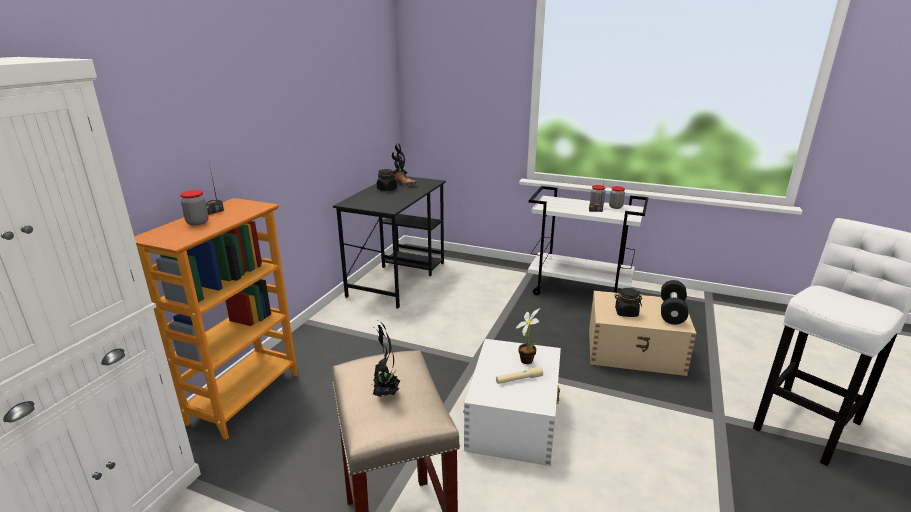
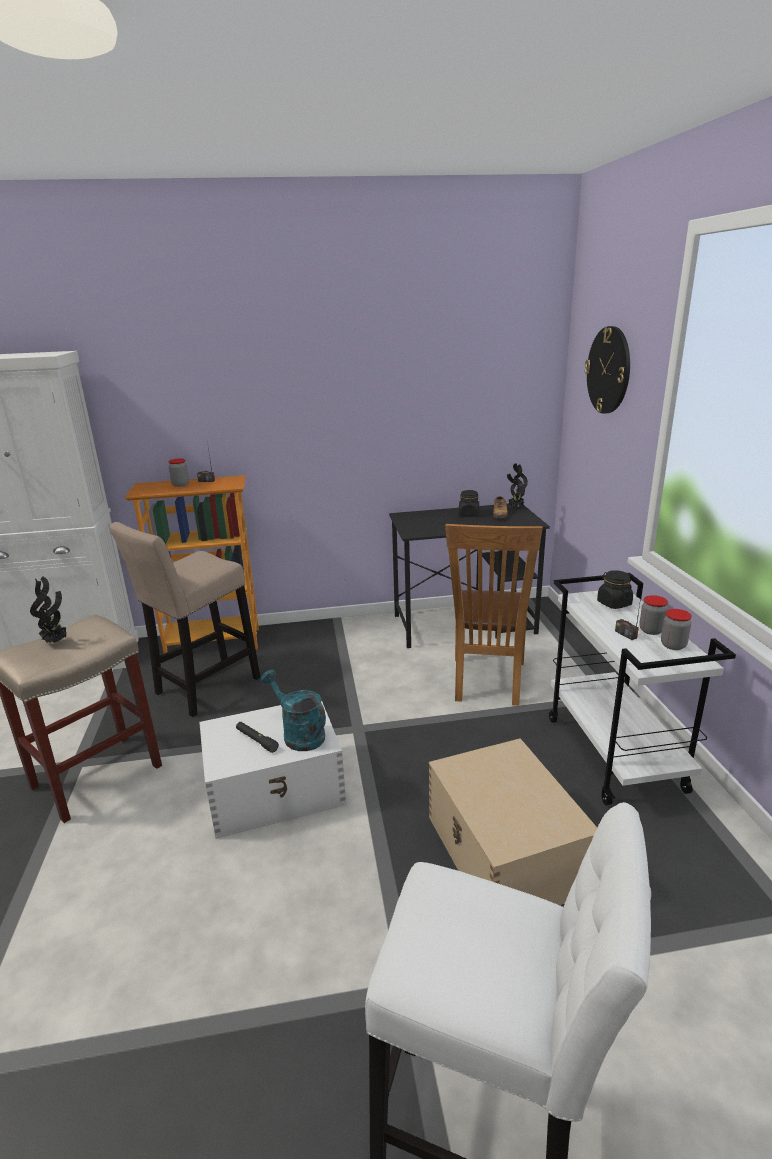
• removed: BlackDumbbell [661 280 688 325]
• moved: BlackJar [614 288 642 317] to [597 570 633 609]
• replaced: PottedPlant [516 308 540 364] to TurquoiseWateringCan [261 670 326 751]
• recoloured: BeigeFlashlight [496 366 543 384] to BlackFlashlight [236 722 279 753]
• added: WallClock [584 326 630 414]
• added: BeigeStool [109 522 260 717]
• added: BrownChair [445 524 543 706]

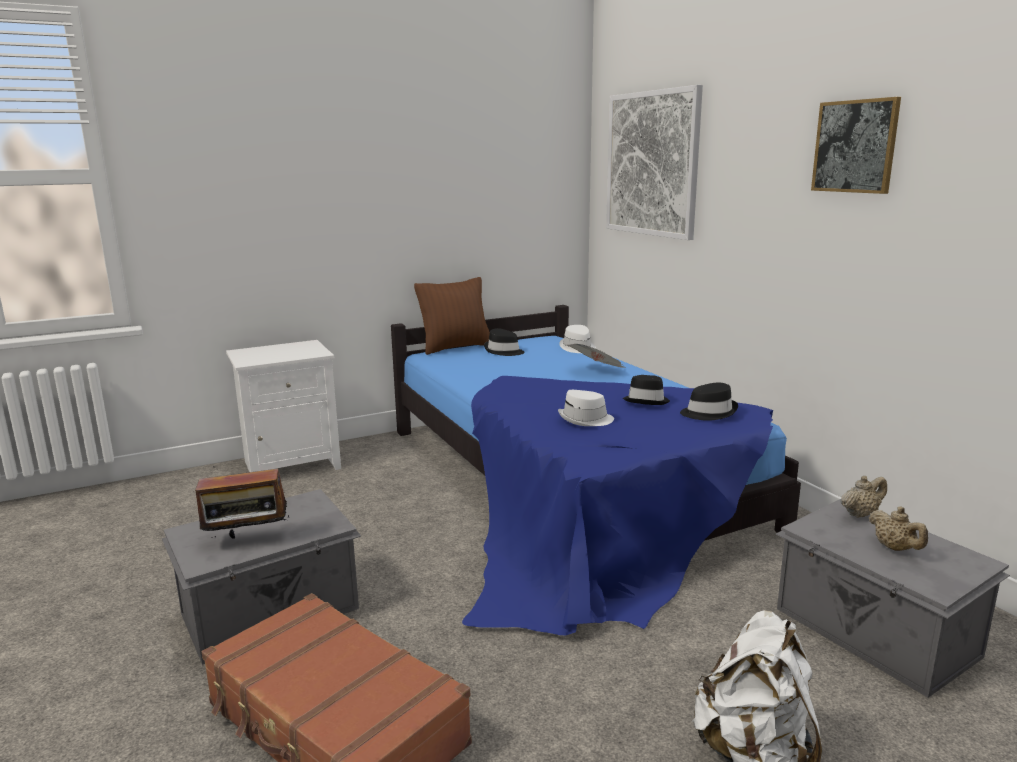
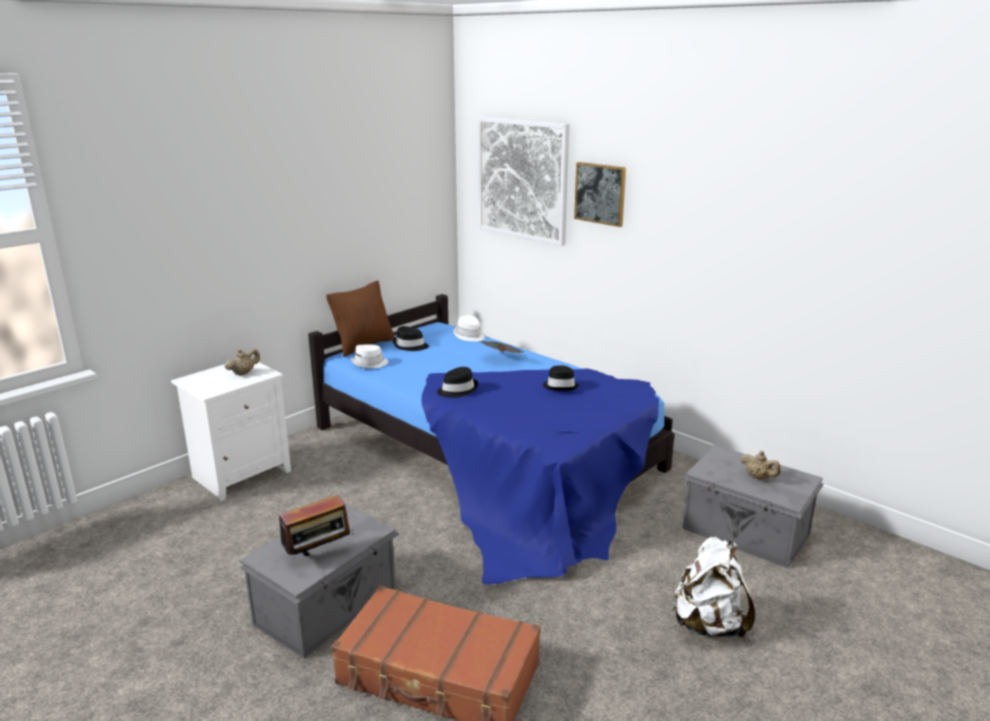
• moved: Picture [811 97 901 194] to [574 162 626 227]
• moved: BlackHat [680 382 738 421] to [437 367 478 398]
• moved: WhiteHat [558 390 614 426] to [351 345 388 369]
• moved: BeigeTeapot [840 476 887 518] to [225 349 260 376]

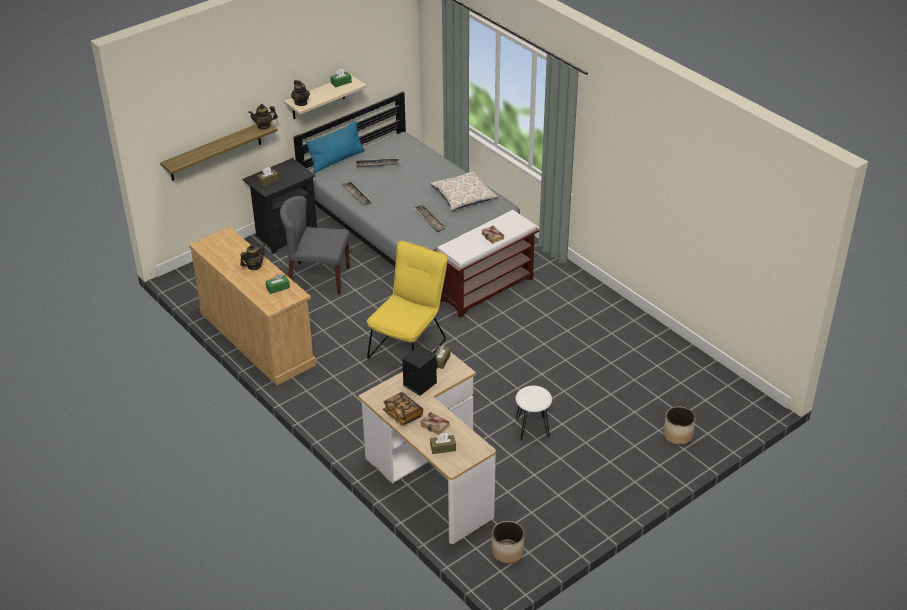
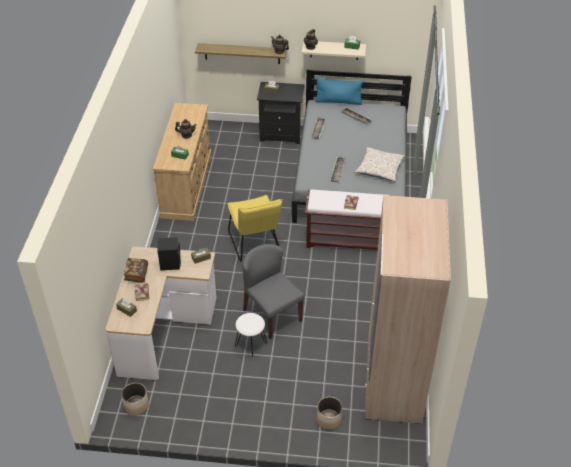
• moved: GreyChair [280 196 350 295] to [243 244 305 339]
• turned: YellowChair [367 241 448 359] = [228 195 283 262] 90 degrees clockwise
• added: BeigeWardrobe [365 195 451 424]

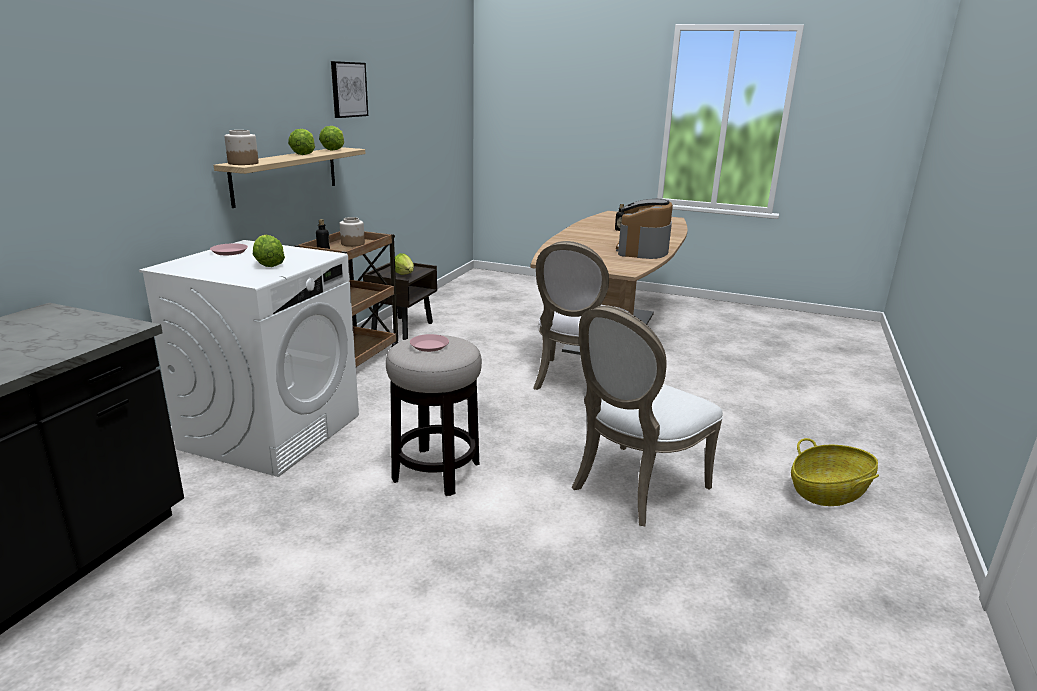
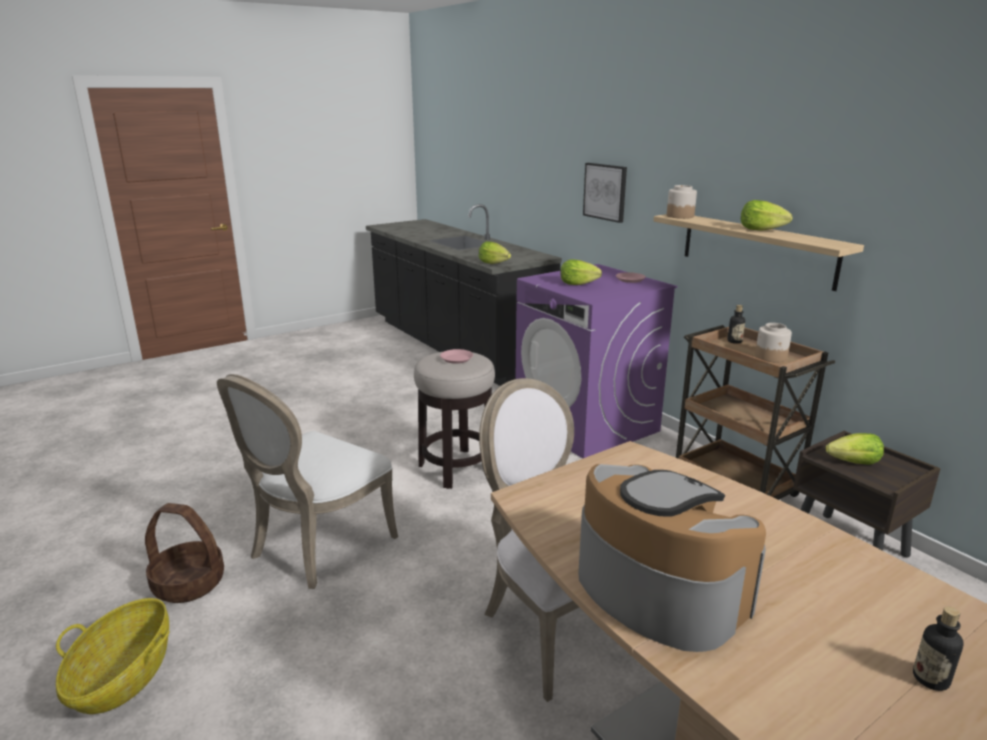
• moved: Picture [331 61 368 118] to [583 163 627 223]
• moved: Lettuce [319 126 344 151] to [479 242 511 264]
• recoloured: WhiteWashingMachine [139 240 359 477] to PurpleWashingMachine [515 264 677 458]
• turned: WhiteChair [572 306 723 526] = [217 374 398 589] 135 degrees counterclockwise
• added: Basket [145 503 224 603]

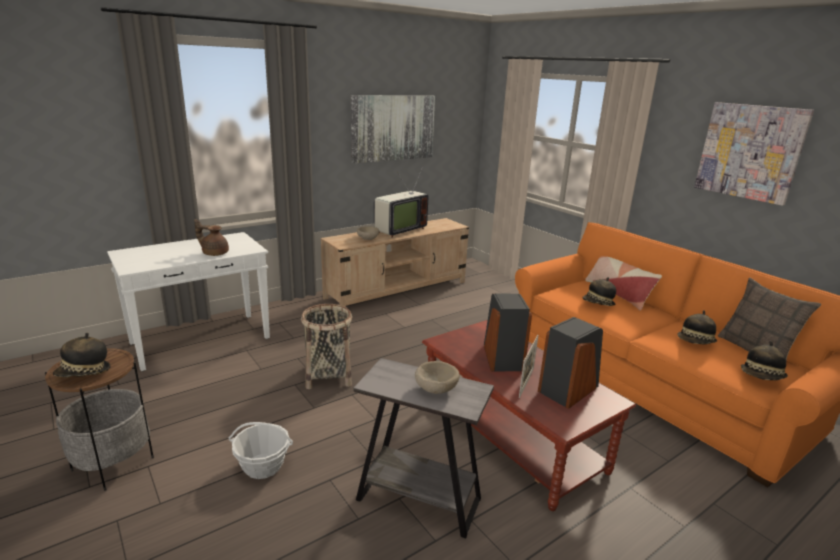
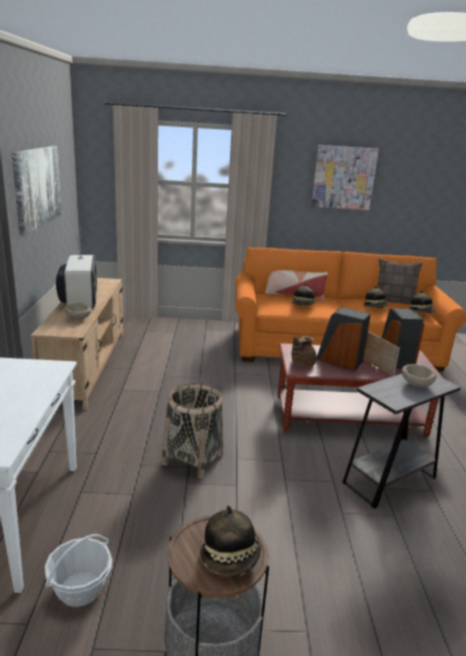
• moved: BrownTeapot [194 219 229 256] to [291 336 317 367]
• moved: Basket [229 422 293 479] to [45 534 112 607]

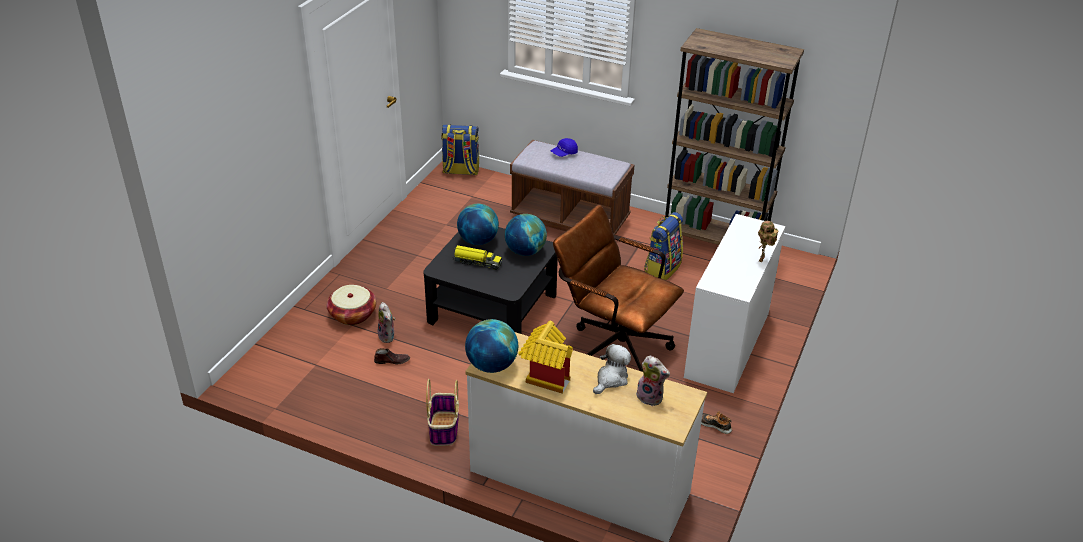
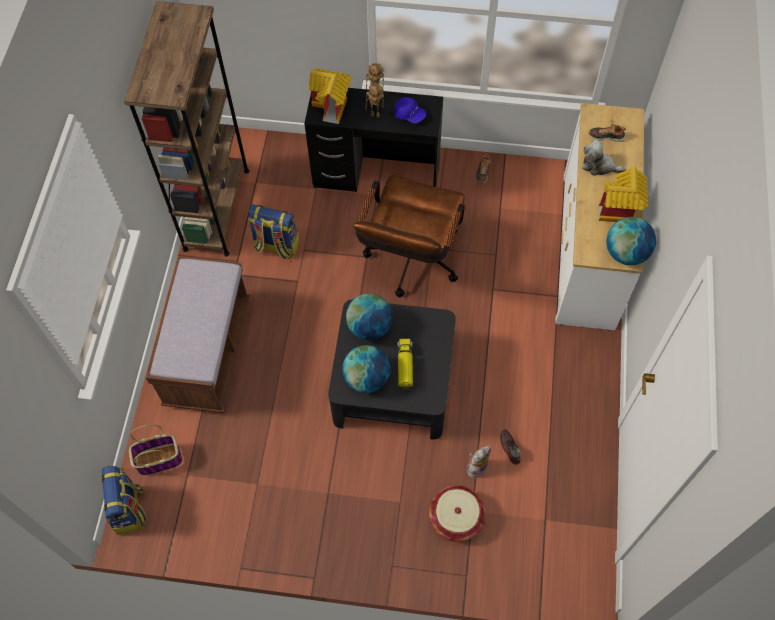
• moved: BlueCap [551 138 578 157] to [394 97 426 124]
• recoloured: WhiteDesk [684 214 785 393] to BlackDesk [304 88 443 192]
• replaced: PlushToy [636 356 670 406] to Shoe [589 124 626 142]
• moved: Basket [426 379 459 446] to [129 425 182 475]
• added: ToyHouse [309 68 352 124]
• added: ToyRobot [366 84 384 117]

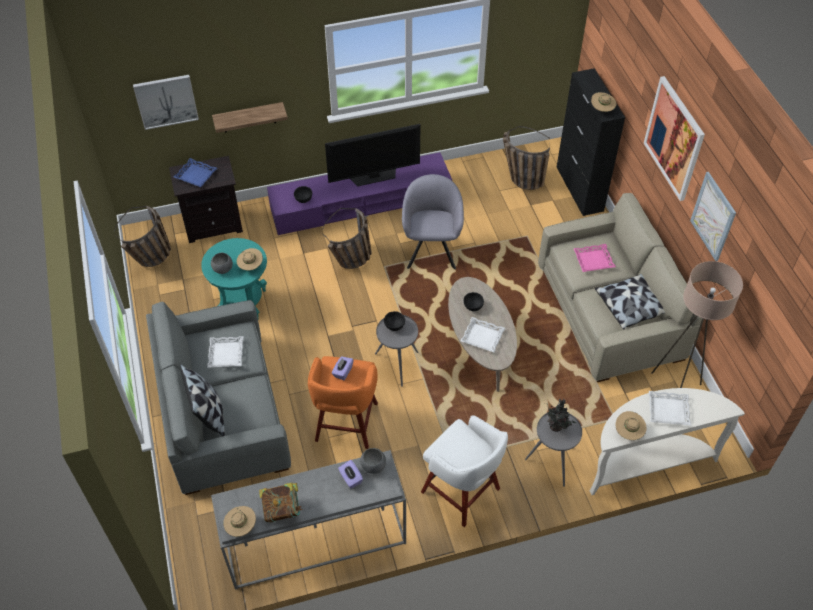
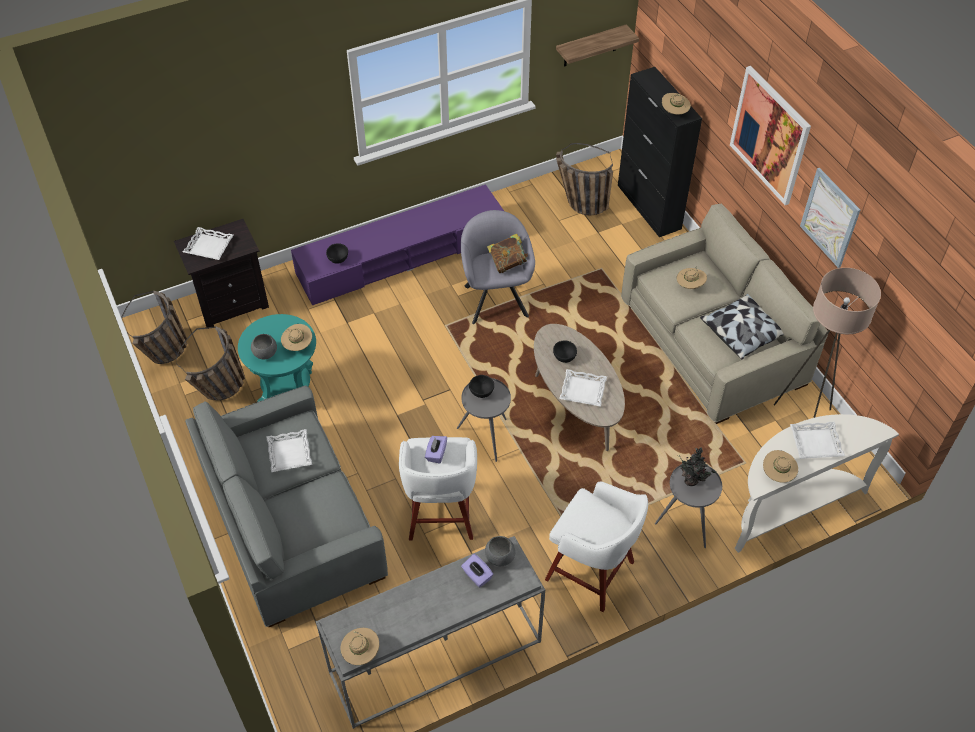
• removed: Picture [133 75 199 130]
• moved: Shelf [212 102 288 133] to [556 24 639 67]
• removed: Television [325 124 421 187]
• recoloured: BlueTray [174 158 217 187] to WhiteTray [183 227 233 260]
• moved: Basket [322 208 371 269] to [176 326 245 400]
• replaced: PinkTray [574 244 616 272] to BeigeHat [677 267 707 289]
• recoloured: OrangeStool [308 356 378 449] to WhiteStool [399 437 477 541]
• removed: Pillow [180 364 224 436]
• moved: Book [259 482 302 523] to [487 234 528 273]

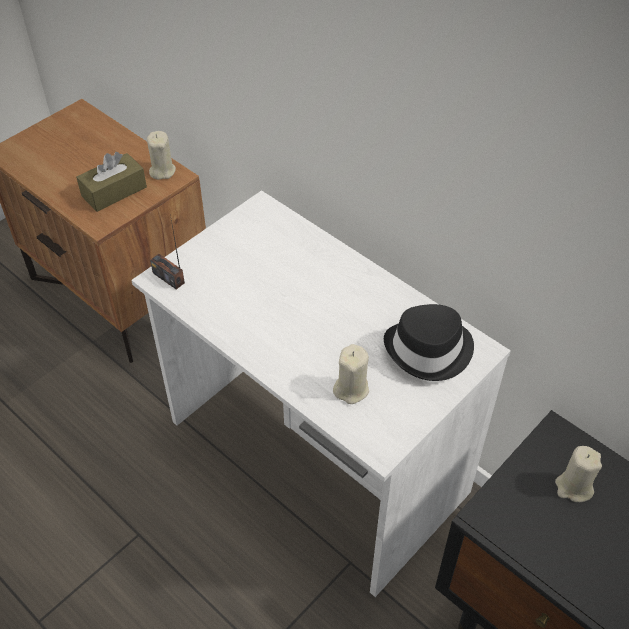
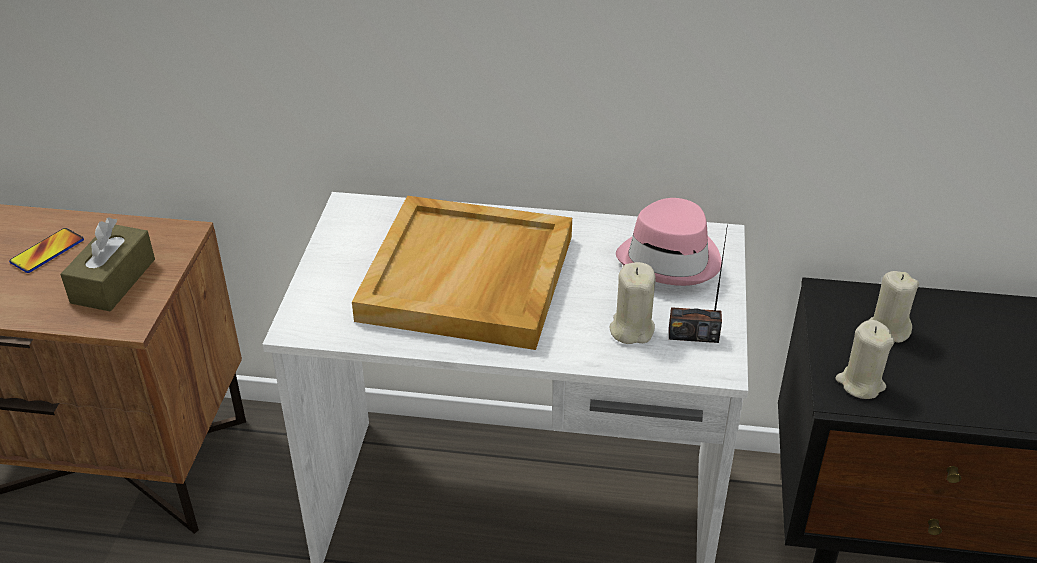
• moved: BeigeCandle [147 131 176 180] to [835 320 895 399]
• moved: Radio [150 214 185 289] to [669 224 728 343]
• recoloured: BlackHat [384 304 474 381] to PinkHat [616 198 722 286]
• added: BeigeTray [352 196 572 350]
• added: Phone [9 228 84 273]

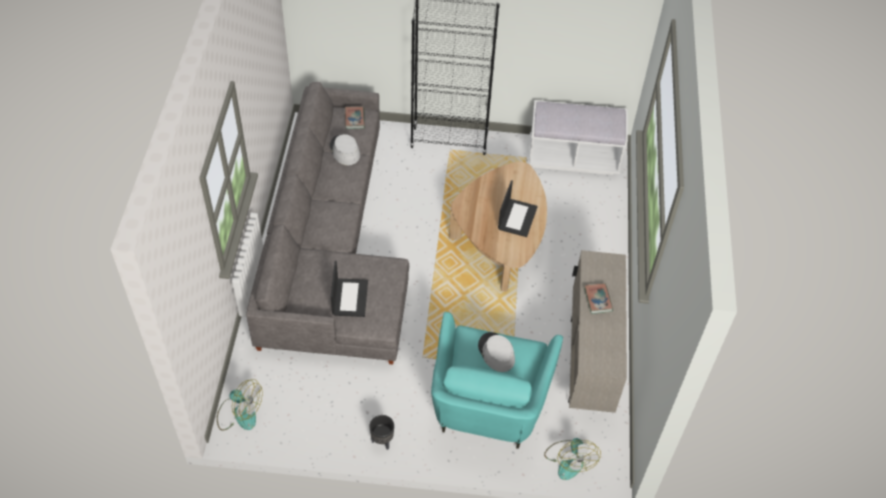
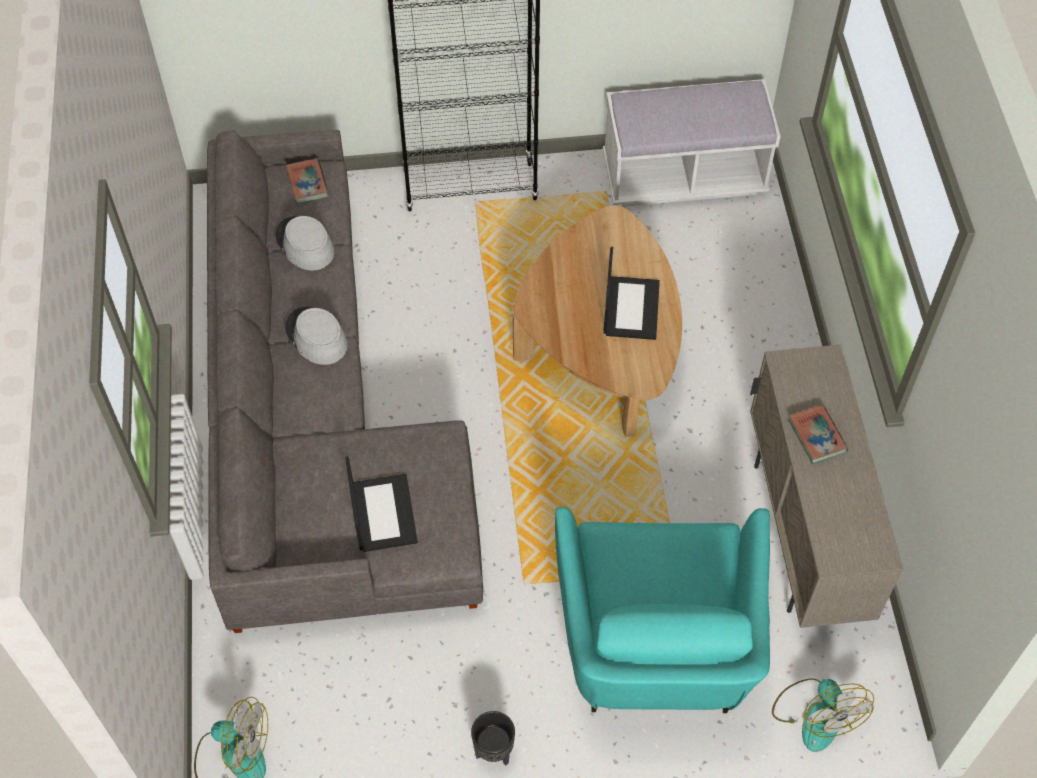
• moved: GreyHat [478 332 515 372] to [285 307 348 365]

